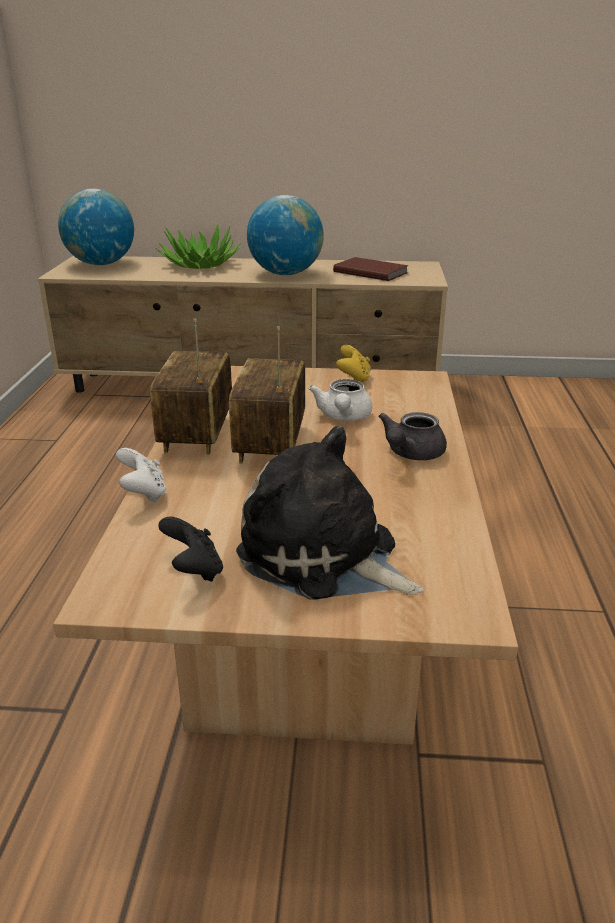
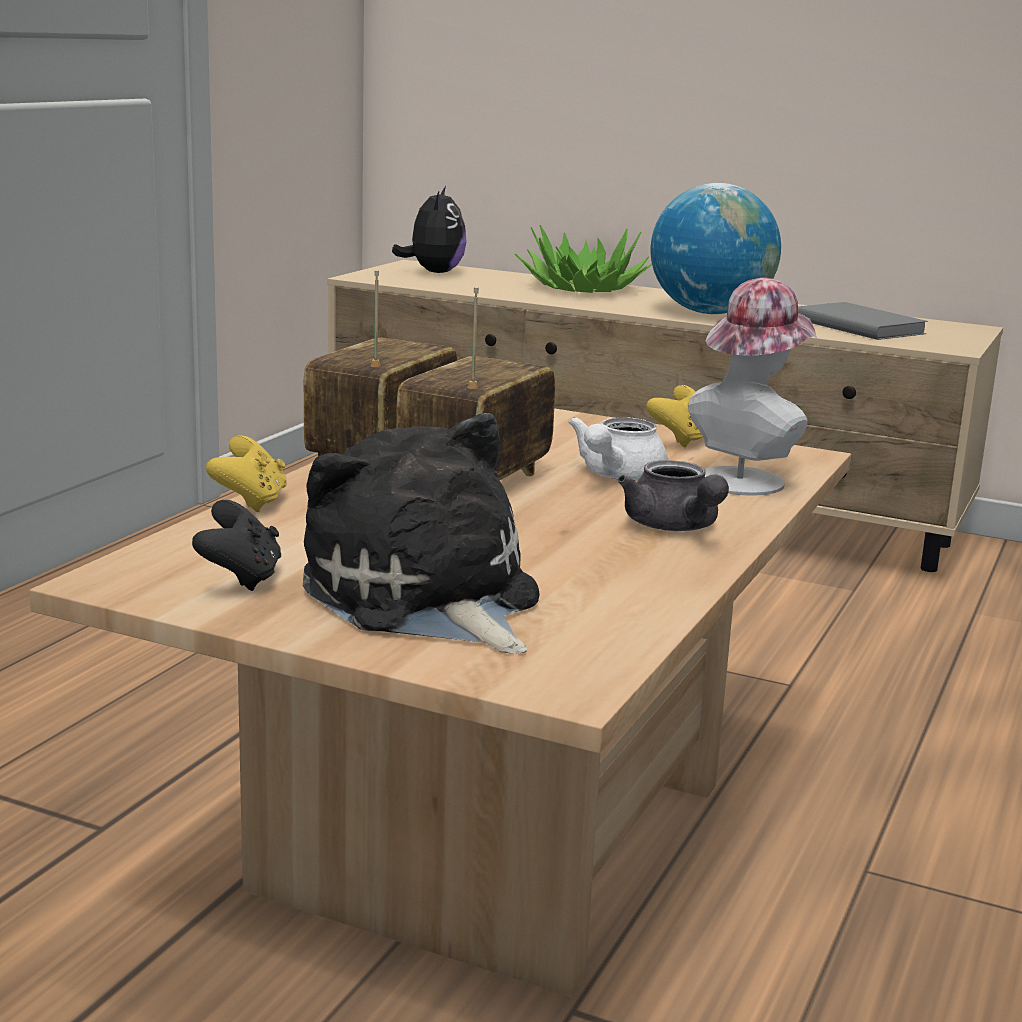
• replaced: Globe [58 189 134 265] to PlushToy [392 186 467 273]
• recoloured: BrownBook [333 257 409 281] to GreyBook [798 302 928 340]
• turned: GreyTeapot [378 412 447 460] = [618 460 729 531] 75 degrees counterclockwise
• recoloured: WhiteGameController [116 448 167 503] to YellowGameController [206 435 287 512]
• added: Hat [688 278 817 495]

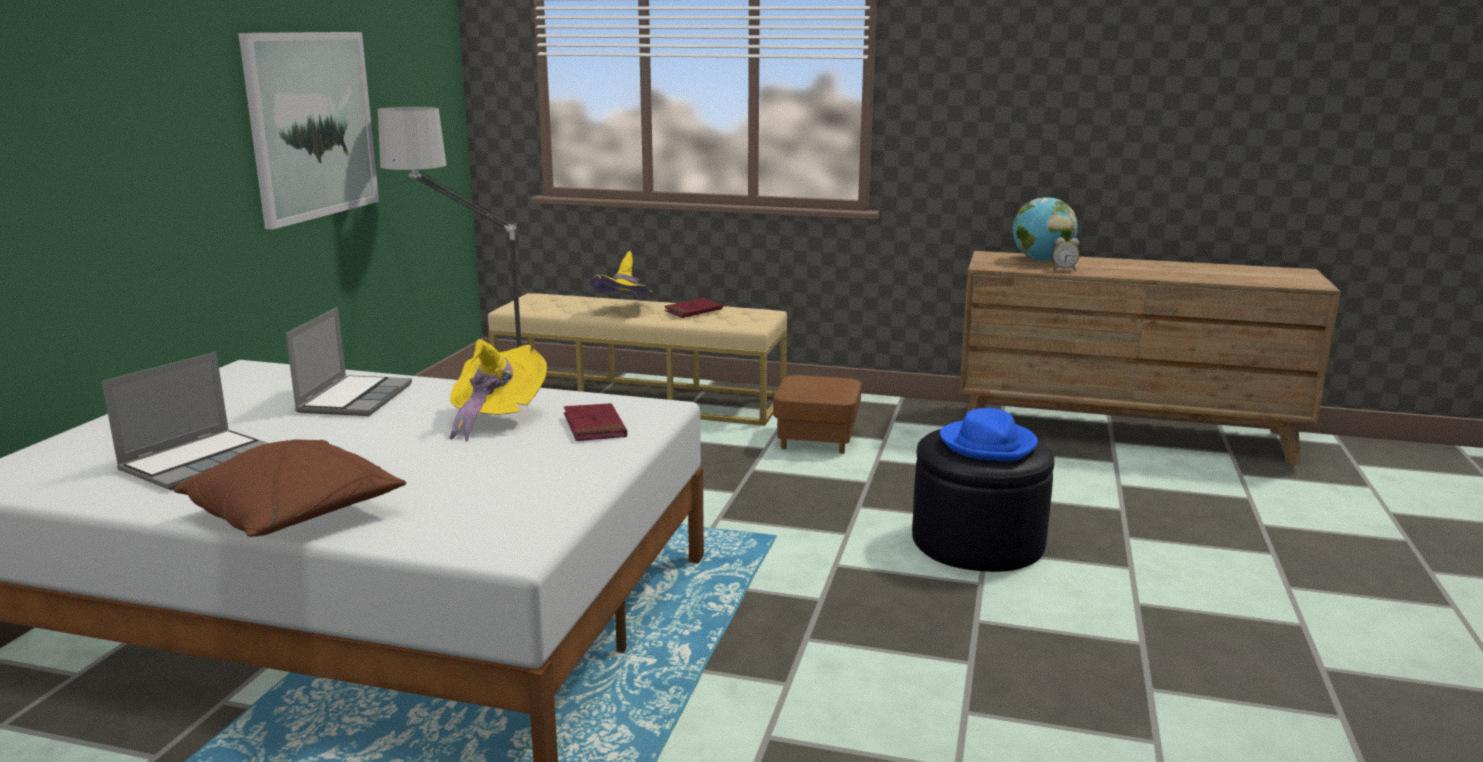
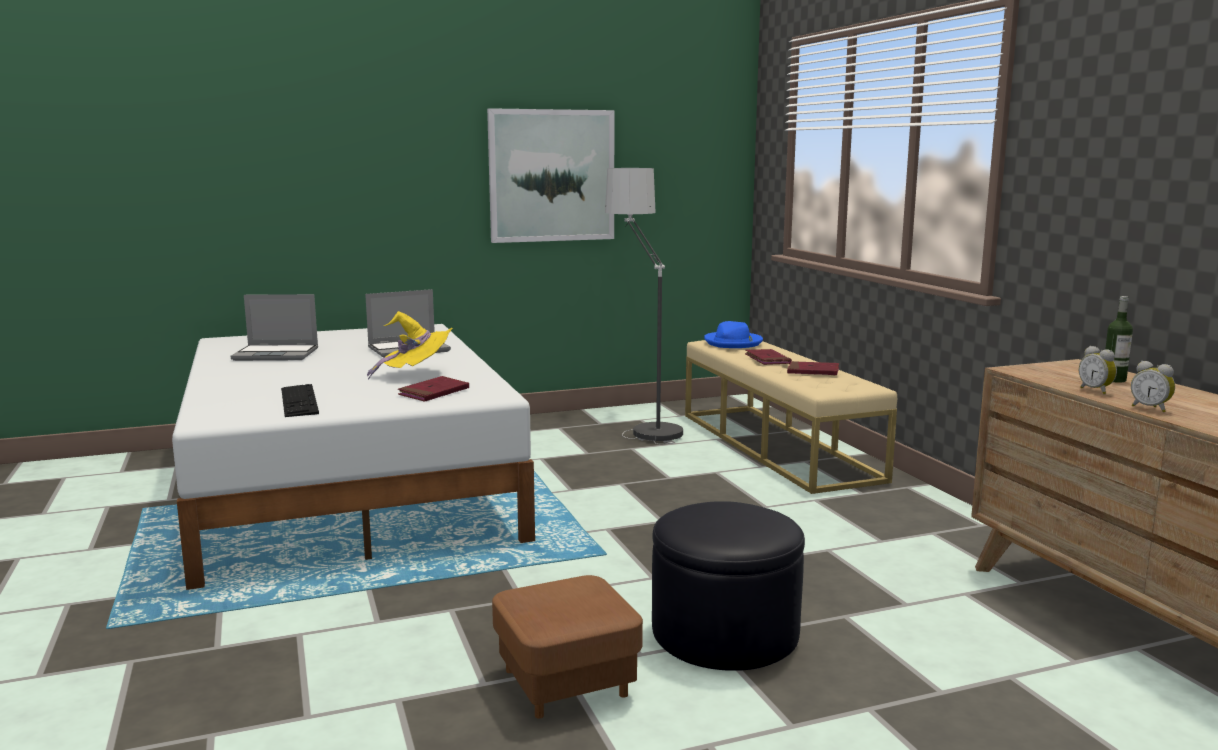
• replaced: Globe [1013 197 1078 261] to Bottle [1105 296 1133 383]
• replaced: YellowHat [590 251 653 301] to RedBook [745 349 792 365]
• moved: BrownOttoman [773 375 861 454] to [492 575 643 719]
• moved: BlueHat [940 408 1038 461] to [704 321 763 348]
• removed: BrownPillow [174 439 406 537]
• added: AlarmClock [1131 361 1175 413]
• added: Keyboard [281 384 319 417]

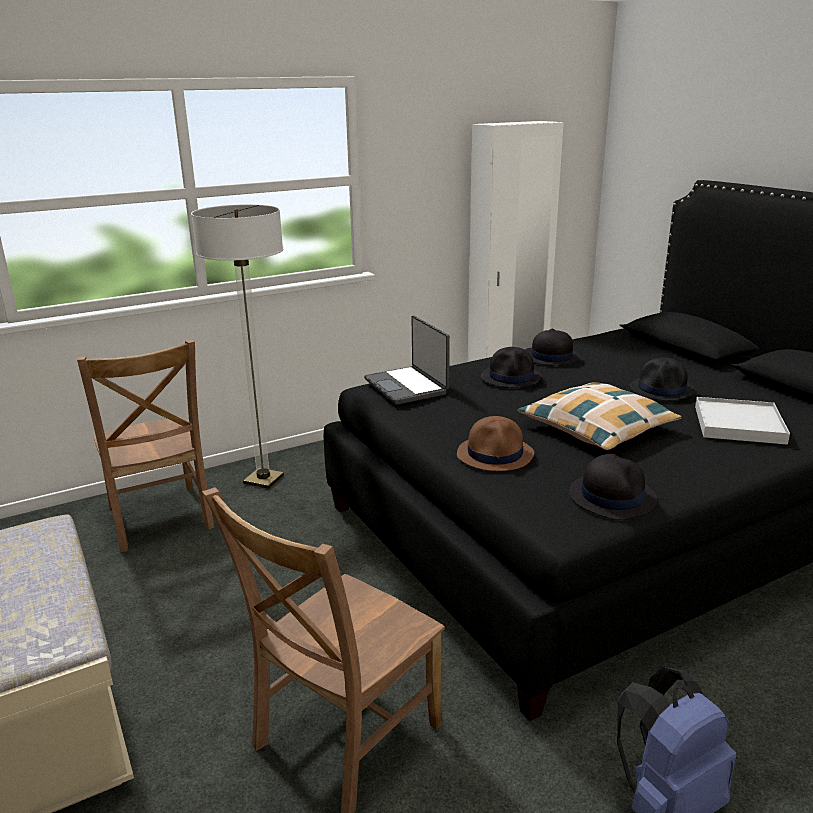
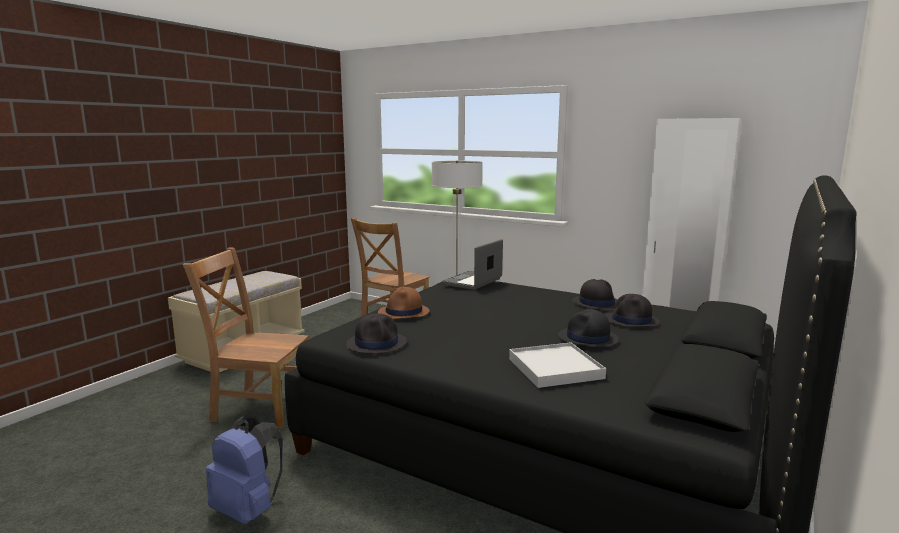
• moved: BlackHat [481 347 543 388] to [605 294 660 327]
• removed: Pillow [518 382 681 450]

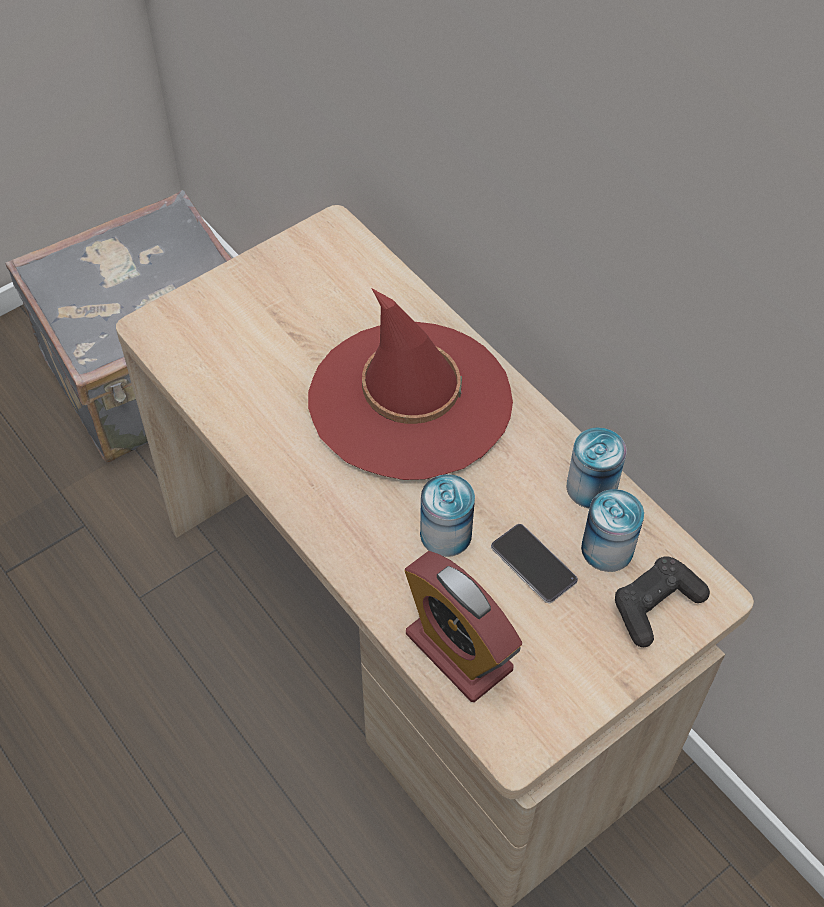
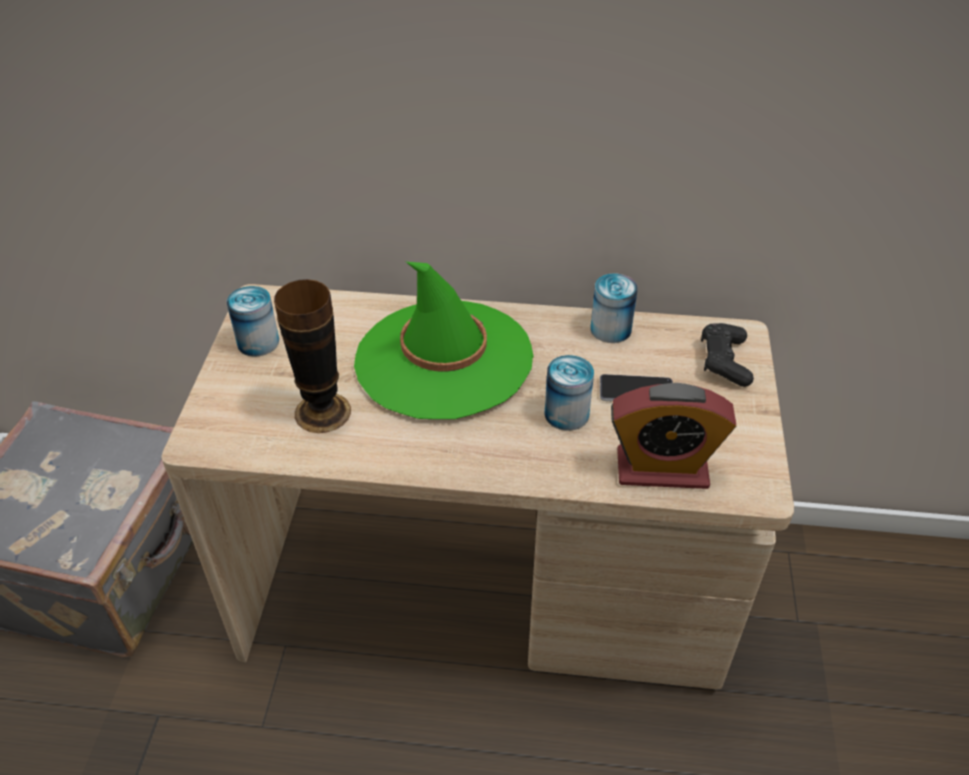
• recoloured: RedHat [308 288 513 480] to GreenHat [354 262 534 419]
• moved: Can [581 489 644 572] to [226 286 279 357]
• added: Vase [274 279 351 433]

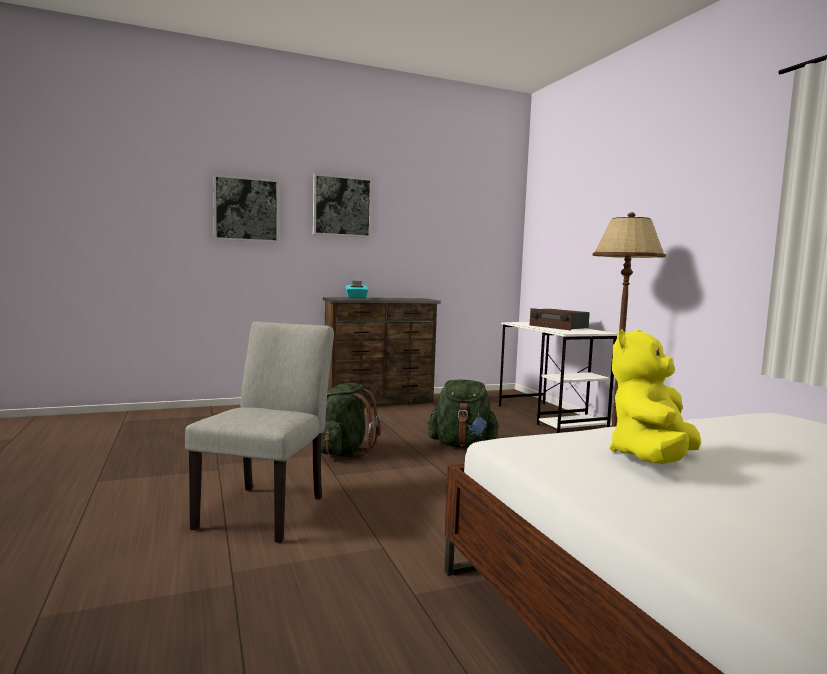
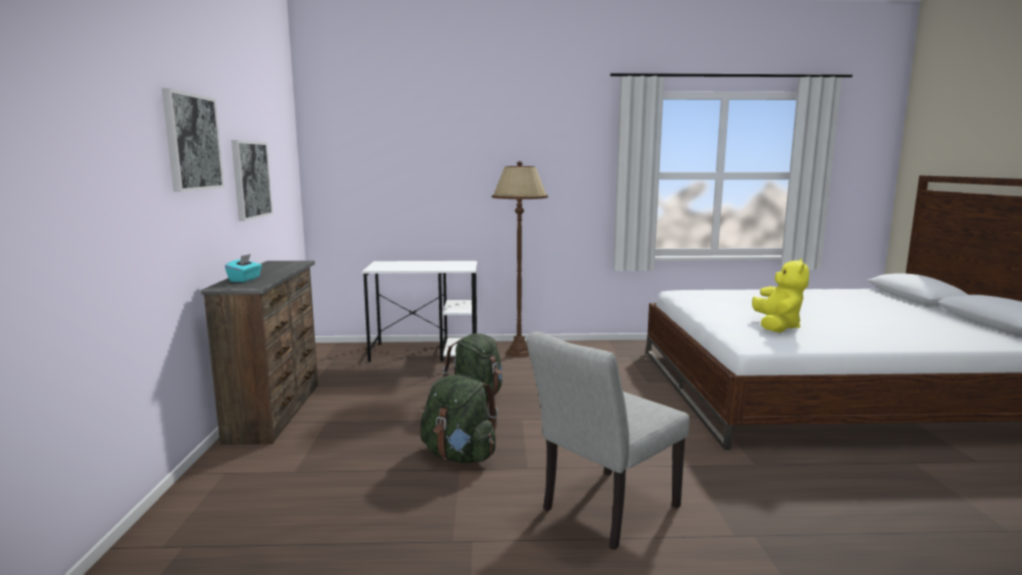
• moved: Picture [213 174 279 243] to [231 140 273 221]
• removed: Radio [530 308 590 331]
• turned: GreyChair [185 322 334 543] = [527 331 689 550] 75 degrees counterclockwise
• turned: YellowPlushToy [610 329 701 464] = [752 258 809 332] 135 degrees counterclockwise

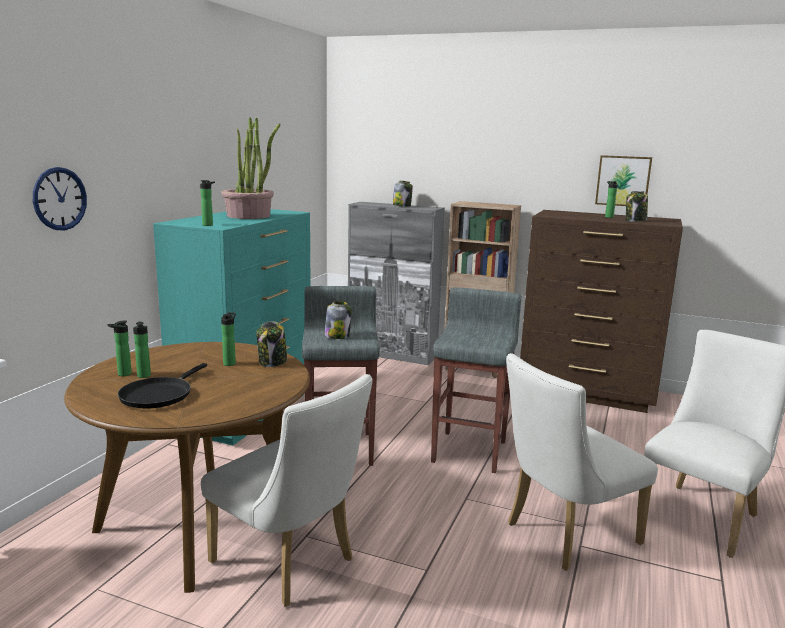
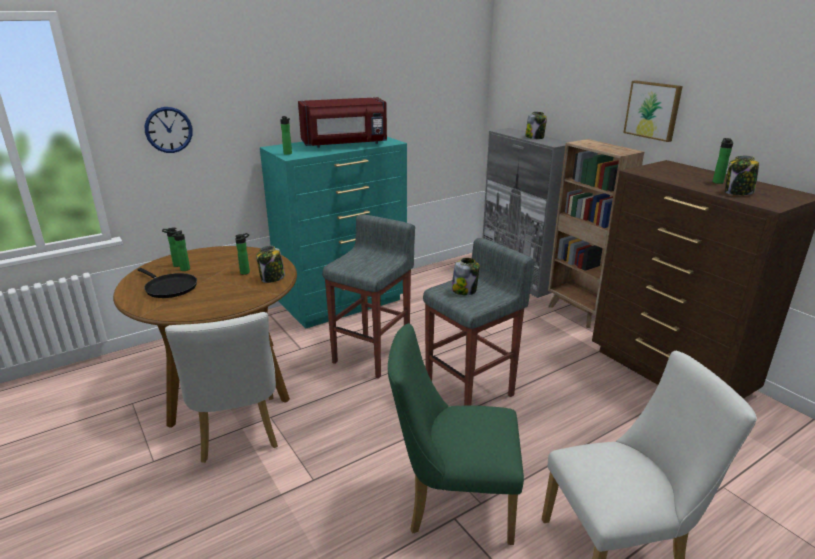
• replaced: PottedPlant [221 117 280 219] to RedMicrowave [298 97 387 148]
• moved: Picture [595 155 652 206] to [623 80 683 142]
• moved: Jar [325 301 352 339] to [451 258 480 295]
• recoloured: WhiteChair [506 353 658 570] to GreenChair [388 323 524 545]
• turned: BlackFryingPan [118 363 207 409] = [138 268 197 298] 105 degrees counterclockwise

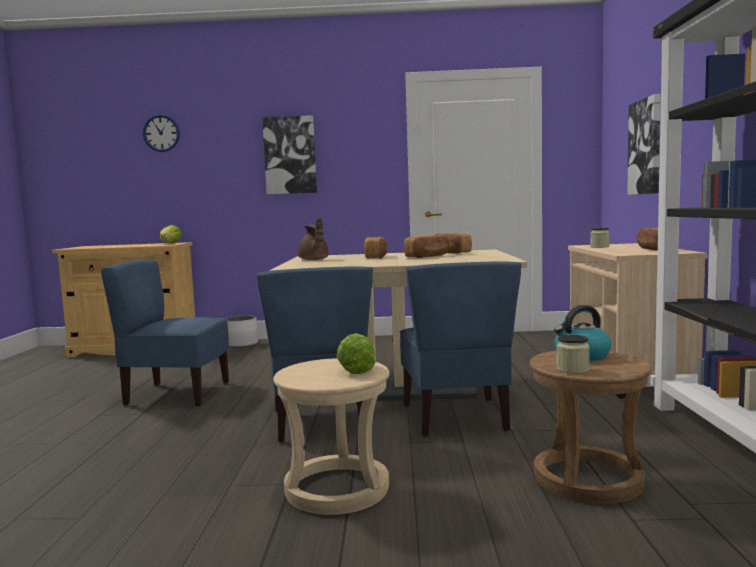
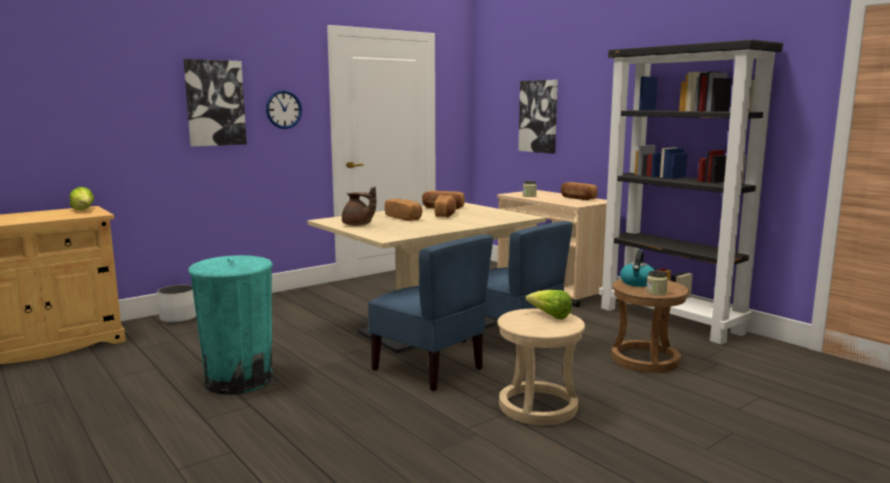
• moved: WallClock [143 114 180 152] to [266 90 302 129]
• replaced: BlueChair [101 259 229 407] to TurquoiseTrashCan [188 255 273 395]

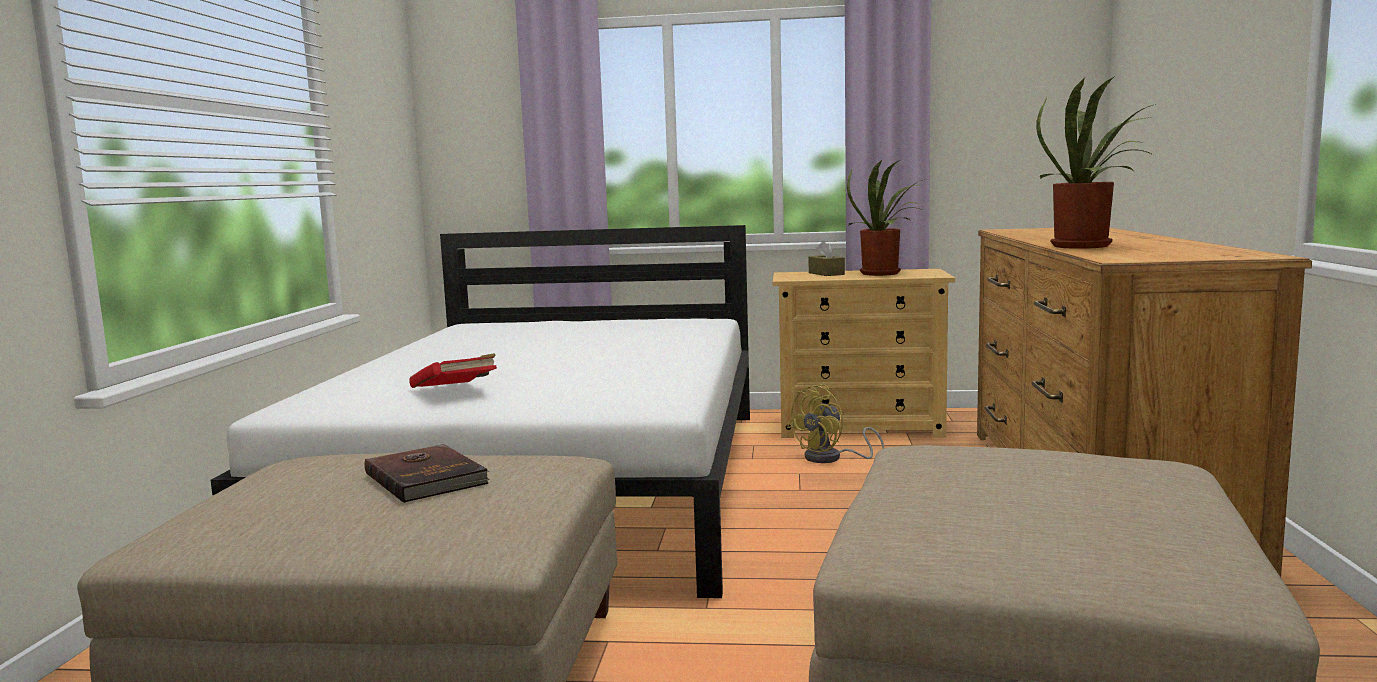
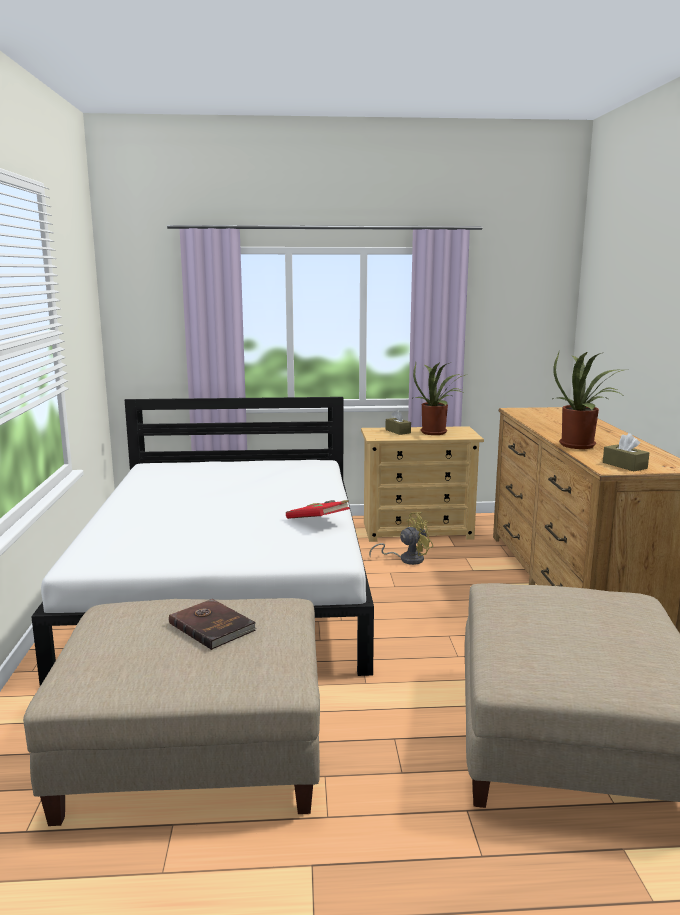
• moved: RedBook [409 353 497 388] to [286 500 350 519]
• turned: YellowFan [787 384 884 463] = [369 512 433 565] 150 degrees counterclockwise
• added: BrownTissueBox [603 433 649 471]

